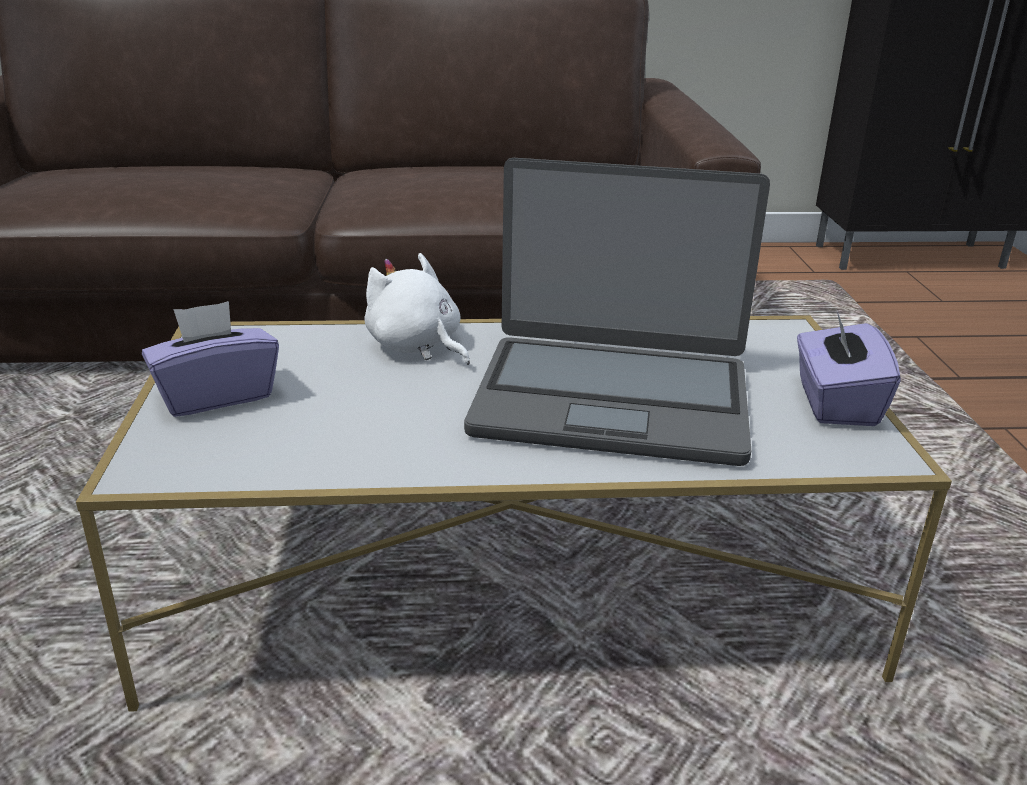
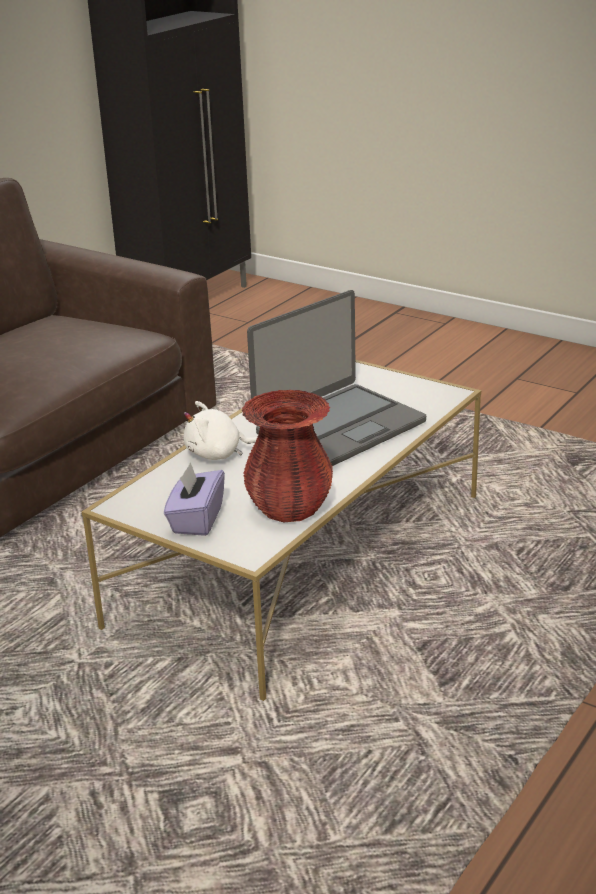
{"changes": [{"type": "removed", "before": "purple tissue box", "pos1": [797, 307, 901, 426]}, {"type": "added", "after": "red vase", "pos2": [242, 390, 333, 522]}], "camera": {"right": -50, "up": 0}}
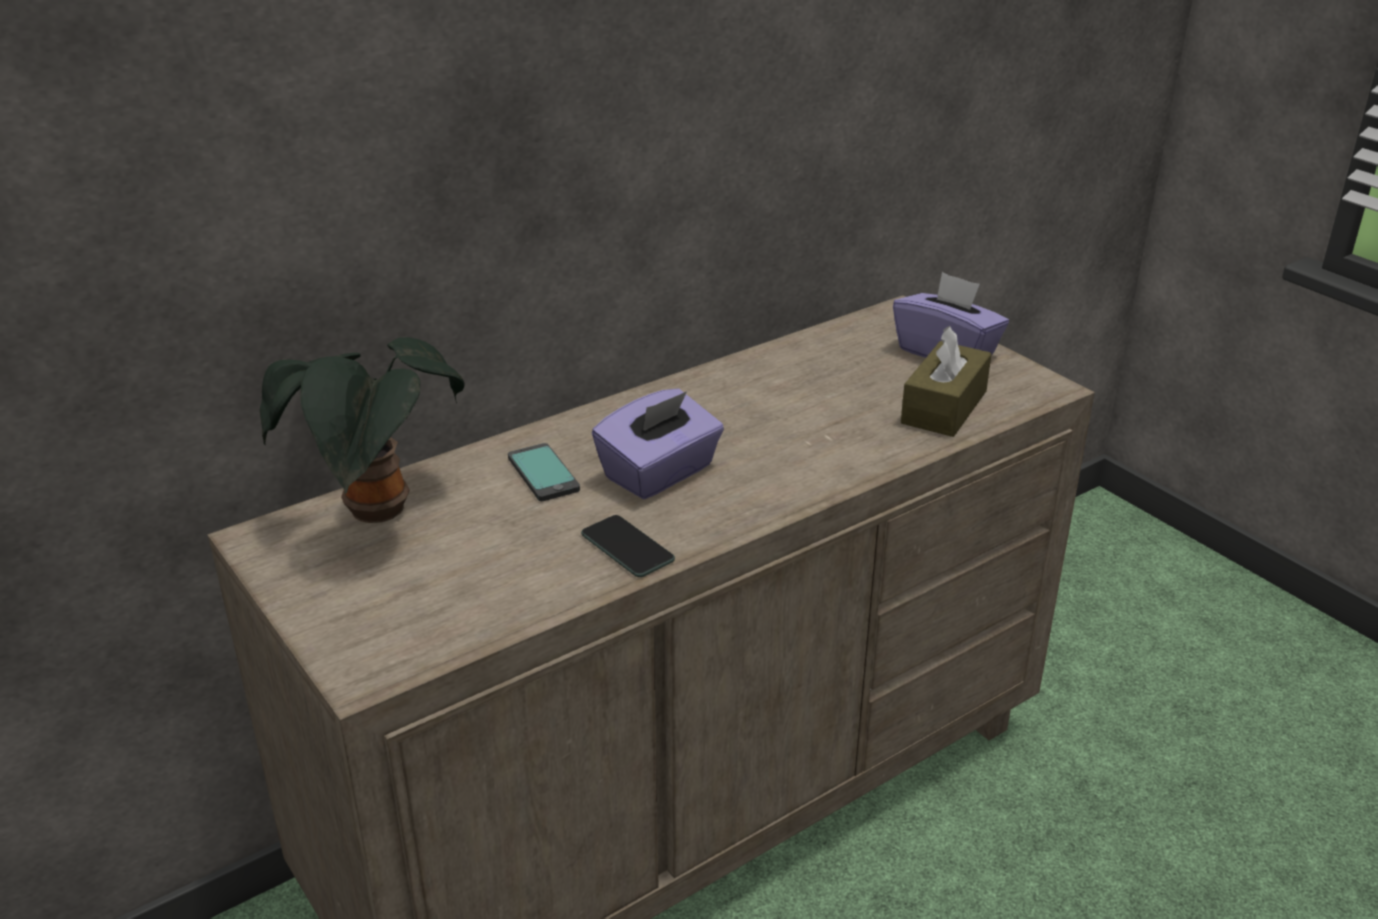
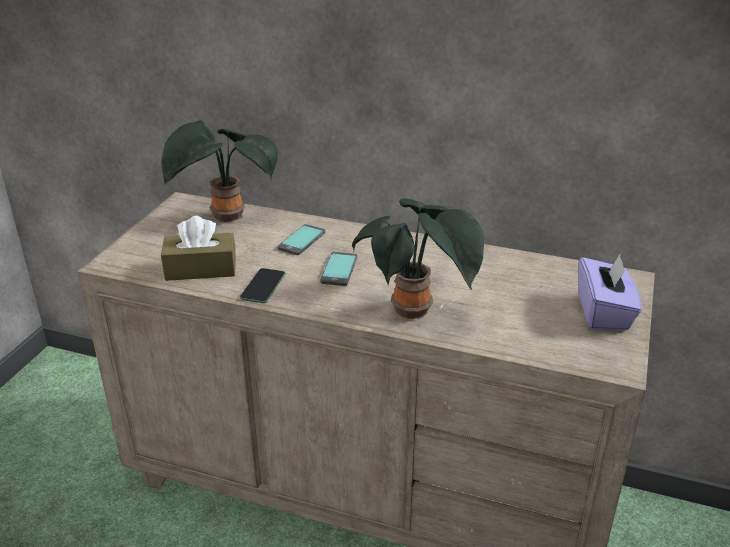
{"changes": [{"type": "replaced", "before": "purple tissue box", "after": "phone", "pos1": [592, 388, 724, 499], "pos2": [320, 252, 357, 286]}, {"type": "moved", "before": "brown tissue box", "pos1": [901, 326, 991, 437], "pos2": [161, 216, 236, 281]}, {"type": "added", "after": "potted plant", "pos2": [352, 198, 484, 319]}], "camera": {"right": 55, "up": 0}}
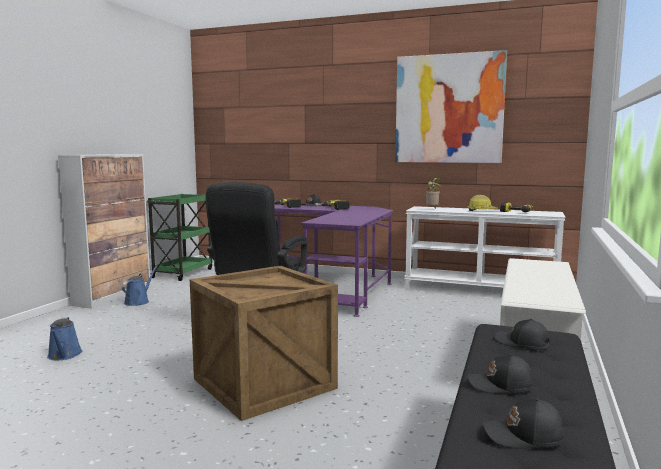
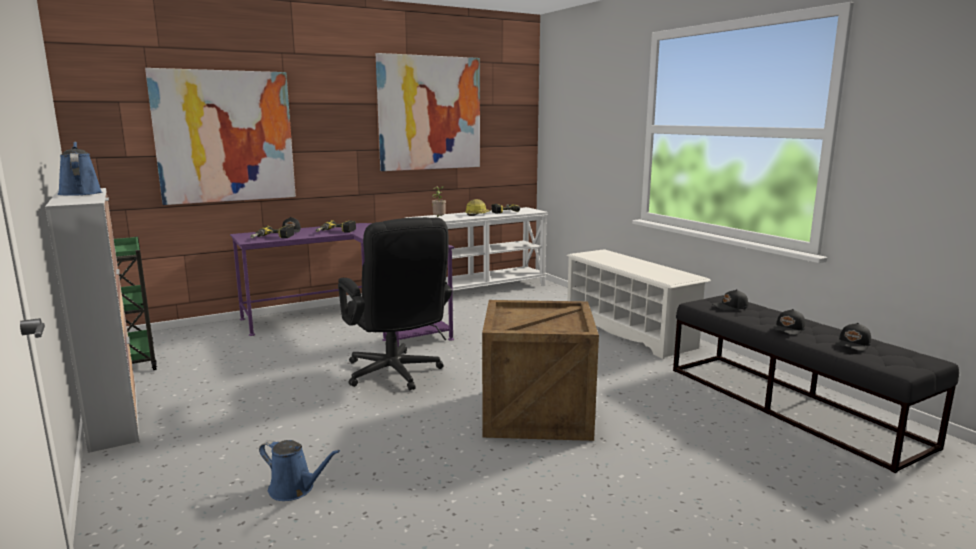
{"changes": [{"type": "moved", "before": "blue watering can", "pos1": [122, 266, 157, 306], "pos2": [57, 142, 103, 196]}, {"type": "added", "after": "picture", "pos2": [145, 68, 296, 205]}], "camera": {"right": -50, "up": 5}}
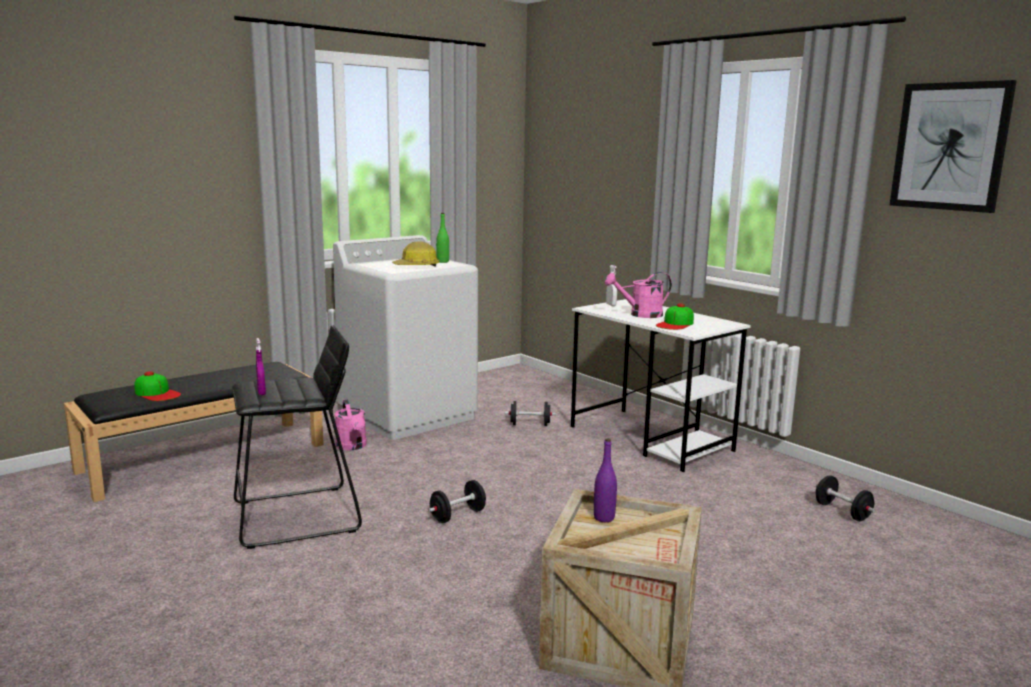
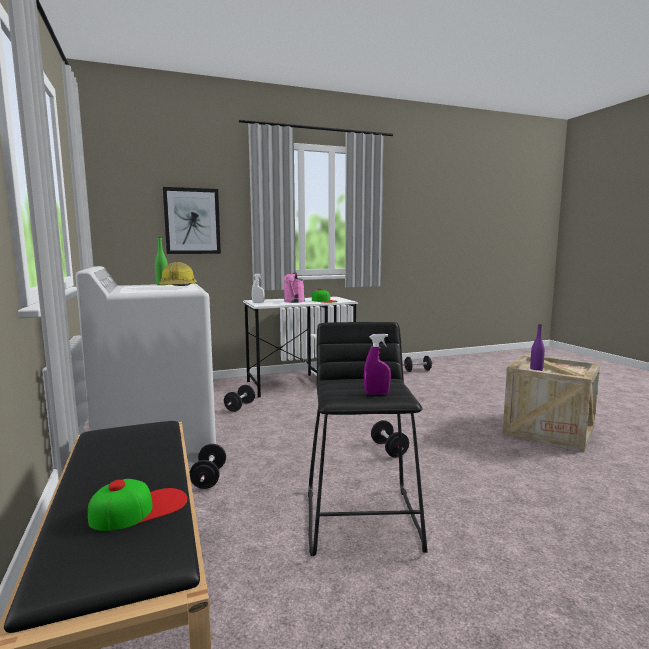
{"changes": [{"type": "replaced", "before": "pink watering can", "after": "black dumbbell", "pos1": [334, 399, 367, 450], "pos2": [189, 444, 226, 489]}, {"type": "moved", "before": "picture", "pos1": [890, 80, 1017, 213], "pos2": [163, 187, 221, 254]}], "camera": {"right": -70, "up": -5}}
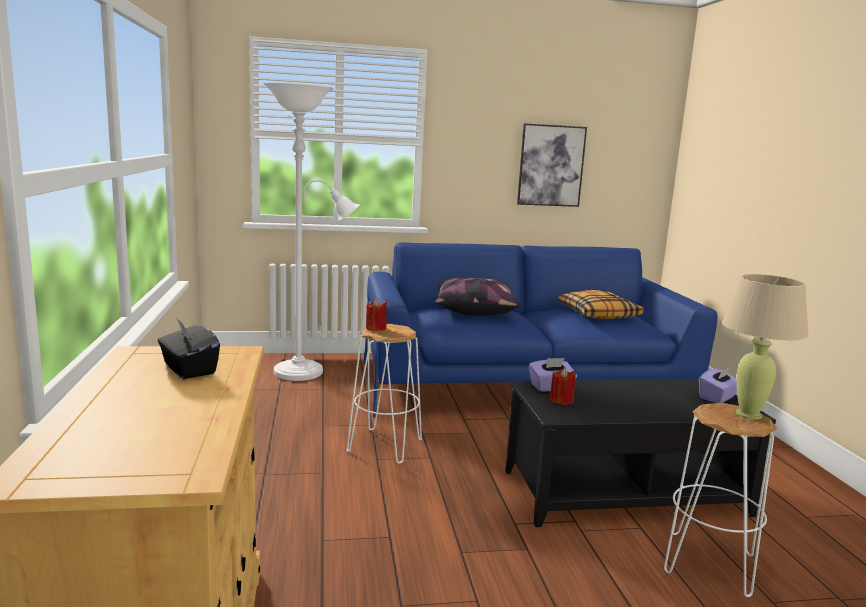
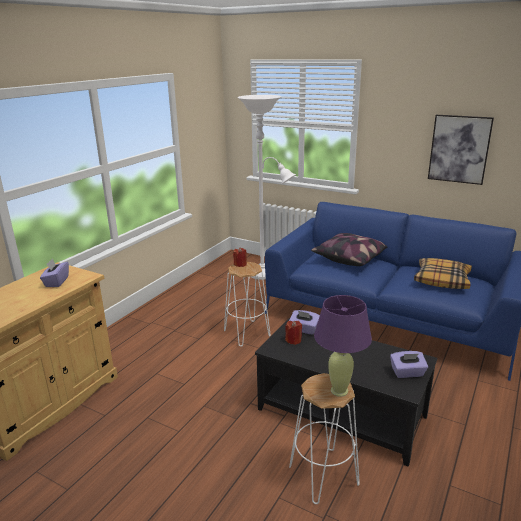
{"changes": [{"type": "recoloured", "before": "black tissue box", "after": "purple tissue box", "pos1": [158, 317, 220, 379], "pos2": [40, 258, 69, 287]}, {"type": "recoloured", "before": "beige table lamp", "after": "purple table lamp", "pos1": [722, 274, 809, 419], "pos2": [314, 295, 372, 397]}], "camera": {"right": 40, "up": 10}}
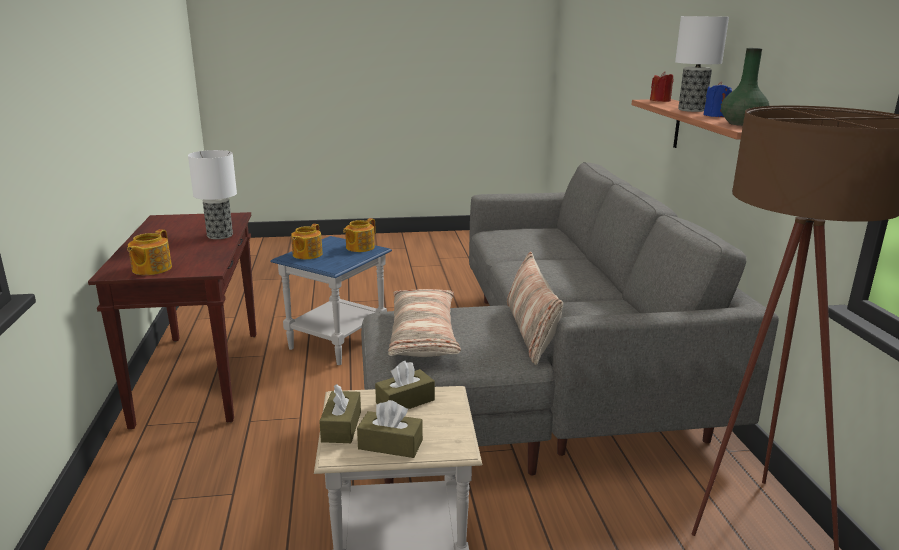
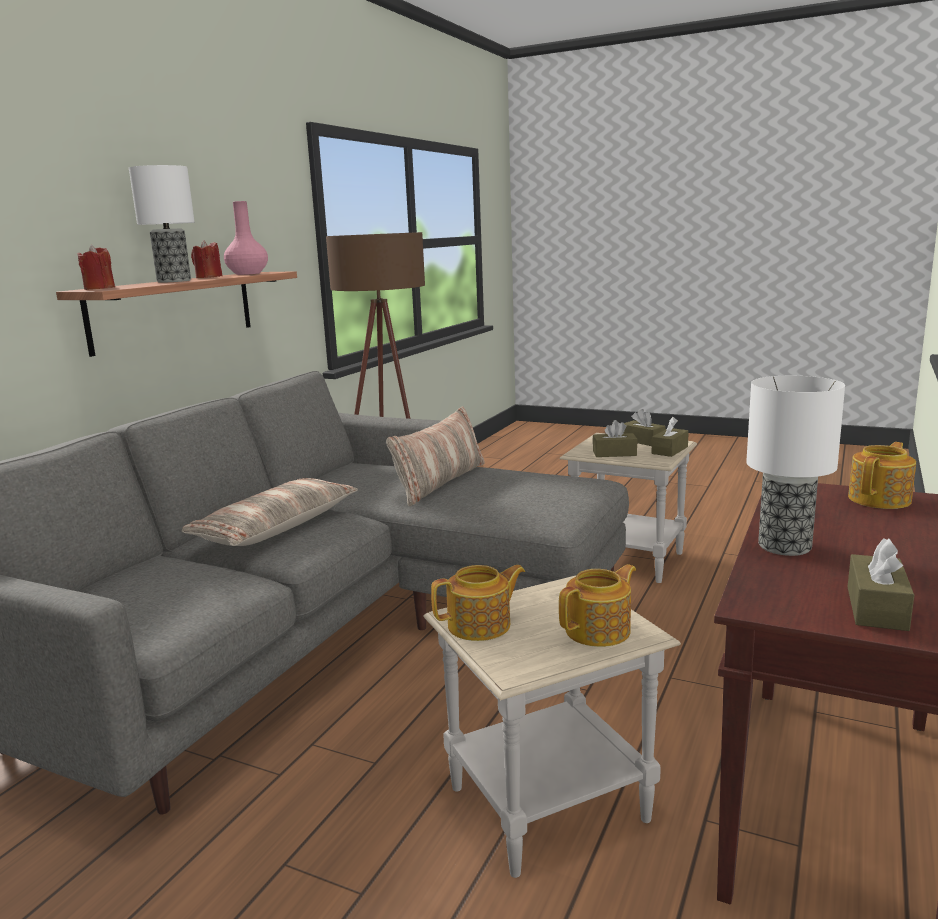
{"changes": [{"type": "recoloured", "before": "blue side table", "after": "beige side table", "pos1": [270, 236, 392, 365], "pos2": [424, 576, 681, 878]}, {"type": "moved", "before": "pillow", "pos1": [388, 289, 461, 357], "pos2": [182, 478, 358, 546]}, {"type": "recoloured", "before": "blue candle", "after": "red candle", "pos1": [703, 82, 732, 117], "pos2": [191, 240, 222, 278]}, {"type": "recoloured", "before": "green vase", "after": "pink vase", "pos1": [721, 48, 770, 126], "pos2": [224, 201, 268, 275]}, {"type": "added", "after": "brown tissue box", "pos2": [848, 538, 914, 631]}], "camera": {"right": -145, "up": -5}}
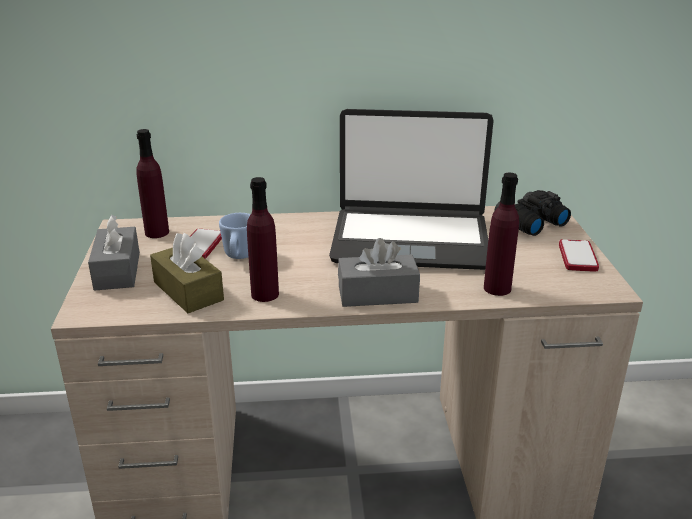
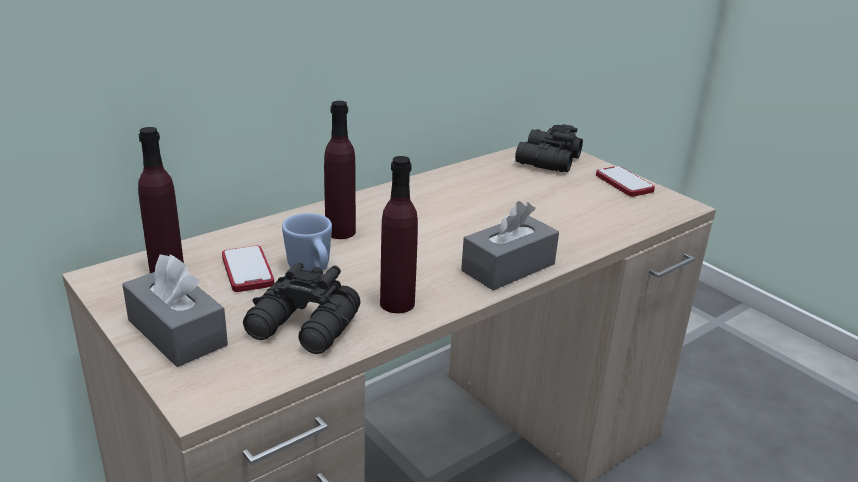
{"changes": [{"type": "replaced", "before": "brown tissue box", "after": "black binoculars", "pos1": [150, 233, 224, 313], "pos2": [243, 263, 360, 354]}, {"type": "removed", "before": "laptop", "pos1": [329, 109, 494, 270]}, {"type": "moved", "before": "purple bottle", "pos1": [484, 173, 519, 296], "pos2": [324, 101, 356, 239]}], "camera": {"right": -35, "up": 0}}
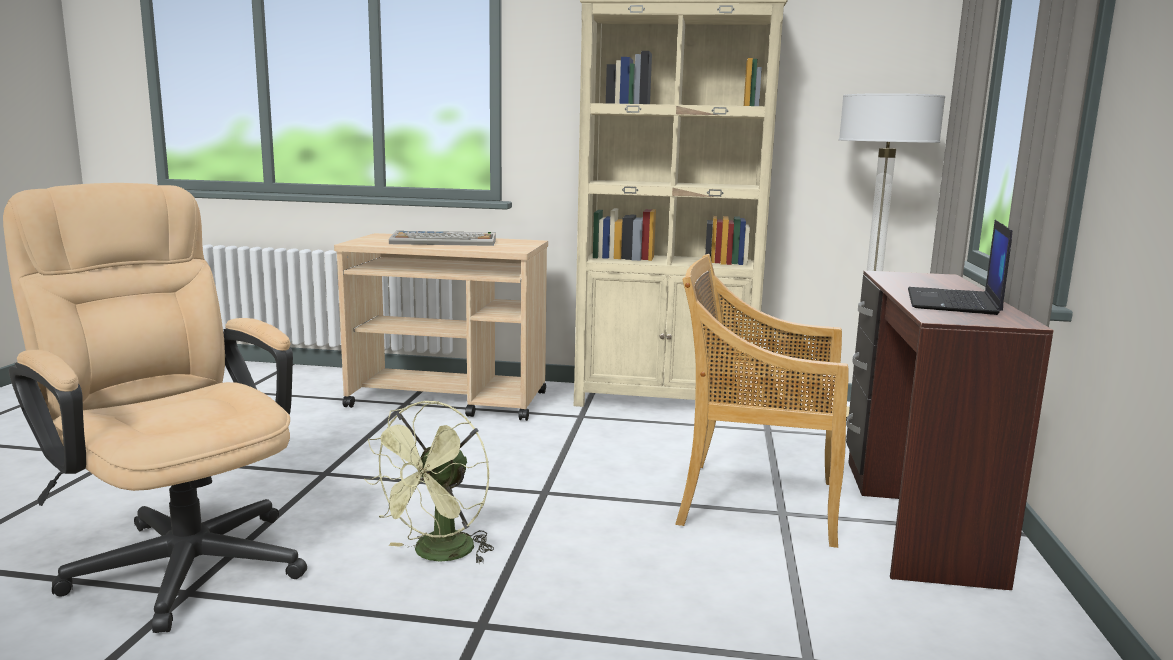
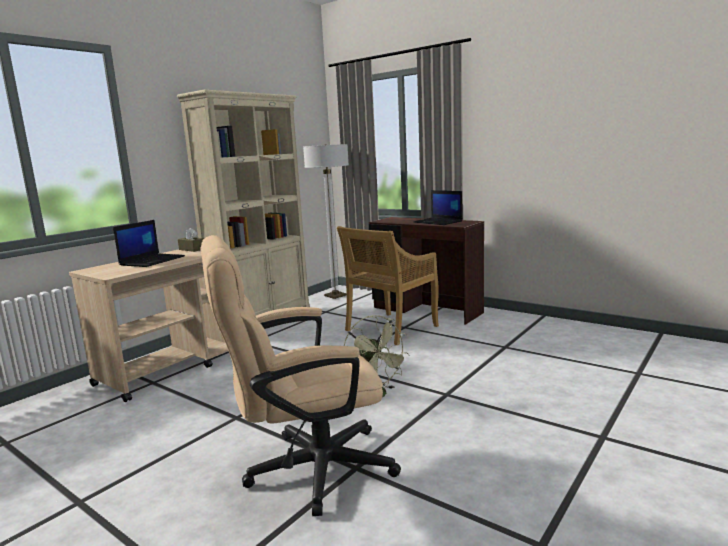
{"changes": [{"type": "replaced", "before": "keyboard", "after": "laptop", "pos1": [389, 231, 496, 246], "pos2": [113, 220, 185, 267]}, {"type": "added", "after": "brown tissue box", "pos2": [178, 228, 204, 252]}], "camera": {"right": -60, "up": 0}}
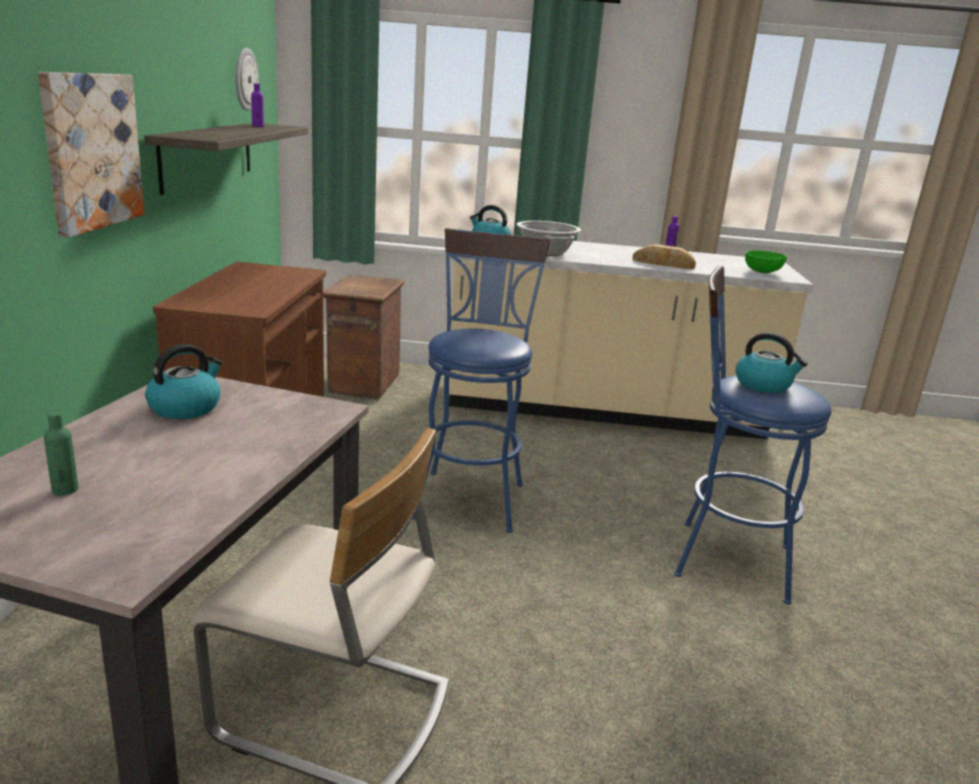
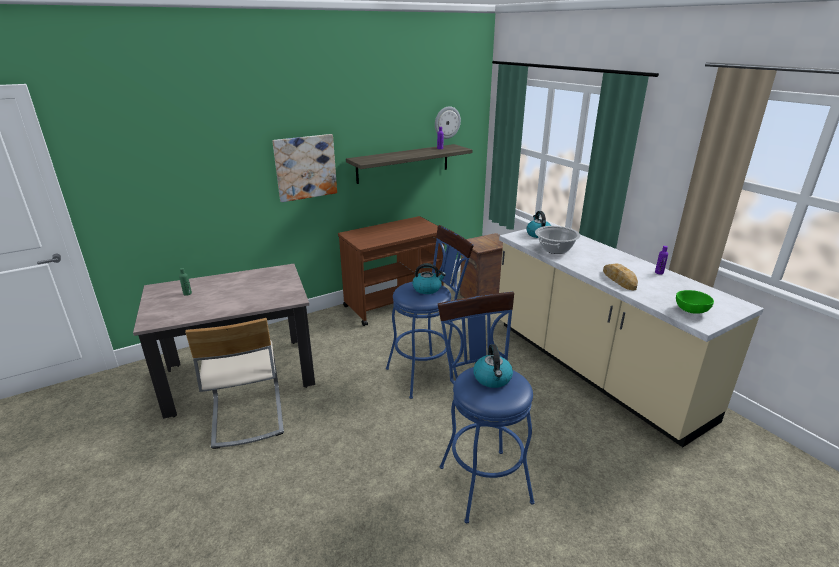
{"changes": [{"type": "moved", "before": "kettle", "pos1": [145, 344, 223, 419], "pos2": [412, 263, 446, 294]}], "camera": {"right": 55, "up": 5}}
